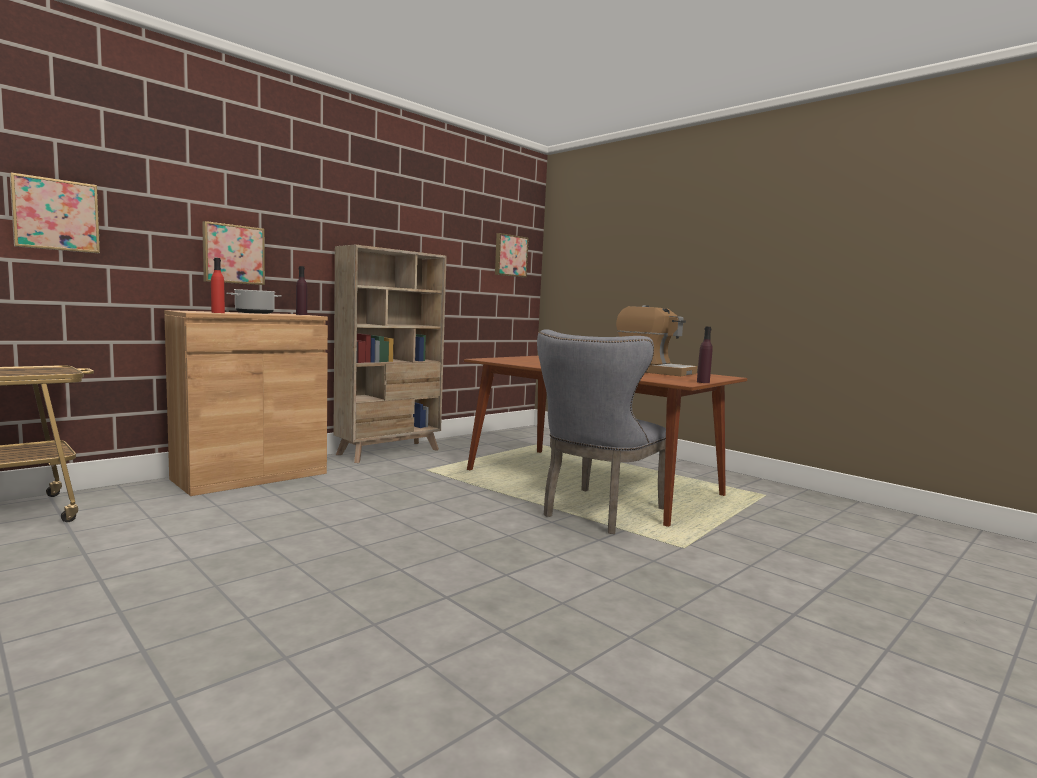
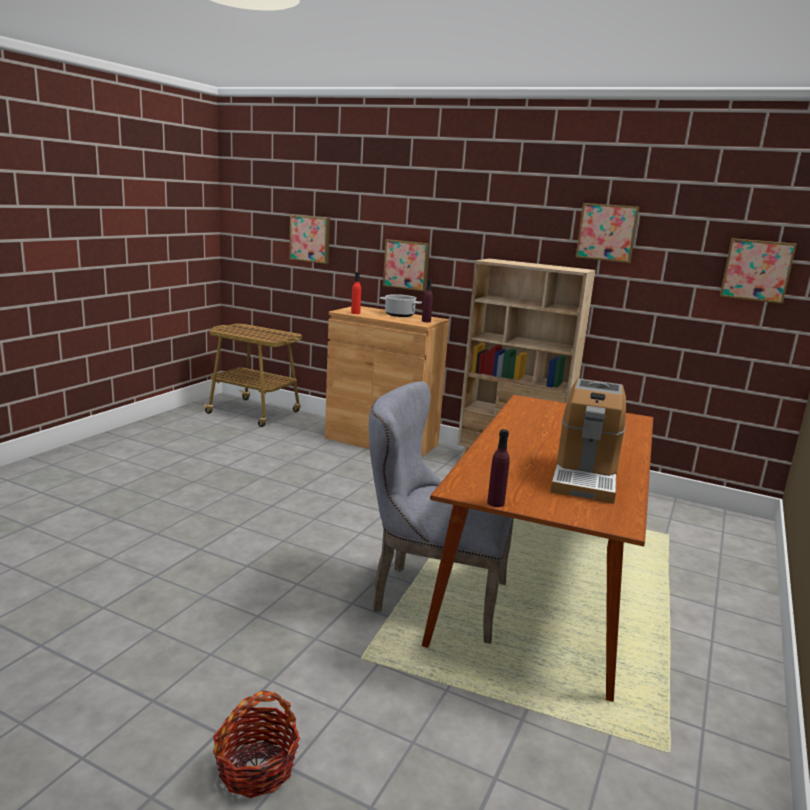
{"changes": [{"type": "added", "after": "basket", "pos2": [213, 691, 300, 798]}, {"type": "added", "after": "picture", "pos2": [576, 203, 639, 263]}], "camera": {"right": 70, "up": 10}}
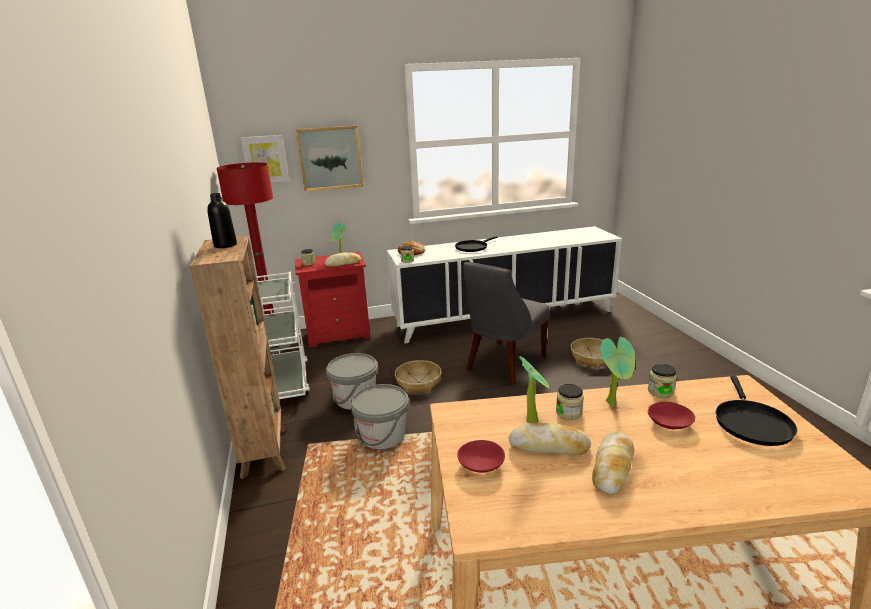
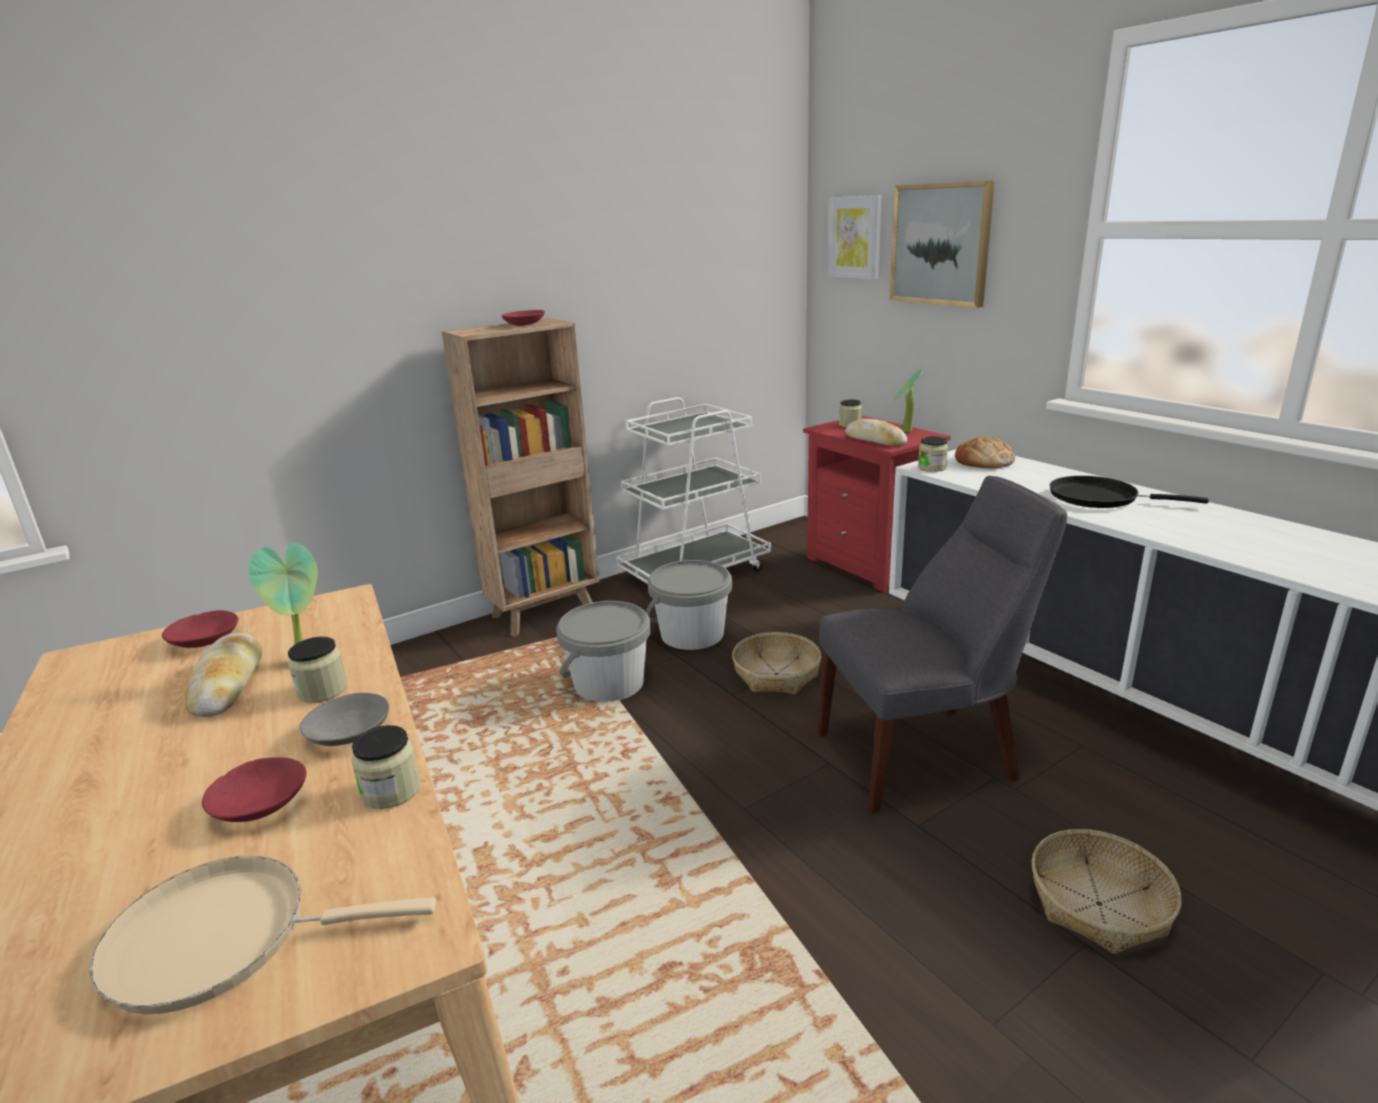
{"changes": [{"type": "replaced", "before": "black bottle", "after": "red bowl", "pos1": [207, 193, 237, 248], "pos2": [502, 310, 545, 326]}, {"type": "removed", "before": "red floor lamp", "pos1": [217, 162, 292, 355]}, {"type": "turned", "before": "grey chair", "pos1": [463, 262, 550, 385], "pos2": [818, 476, 1067, 814], "turn": 150}, {"type": "removed", "before": "bread", "pos1": [592, 431, 634, 495]}, {"type": "replaced", "before": "potted plant", "after": "grey bowl", "pos1": [600, 337, 635, 406], "pos2": [300, 693, 389, 746]}, {"type": "recoloured", "before": "black frying pan", "after": "beige frying pan", "pos1": [716, 376, 797, 446], "pos2": [90, 856, 436, 1014]}], "camera": {"right": 70, "up": 0}}
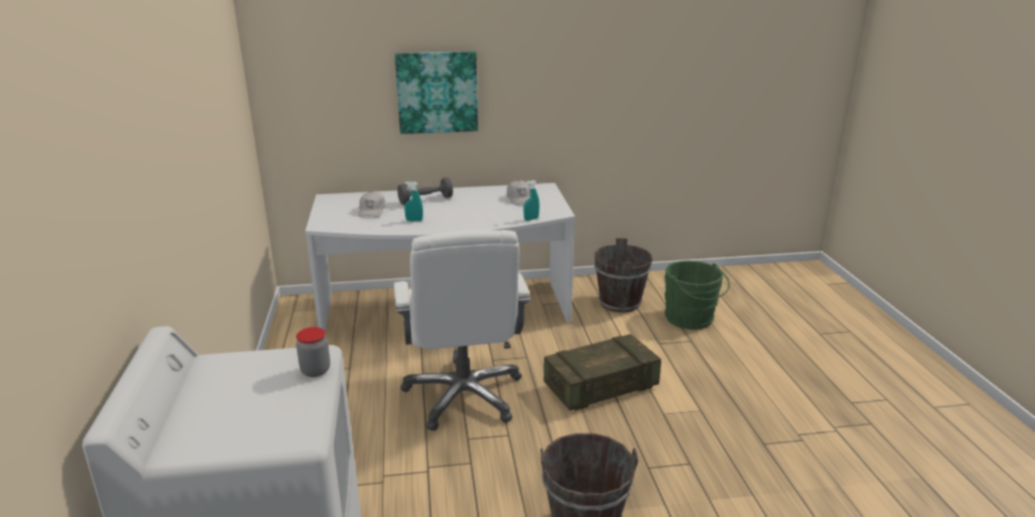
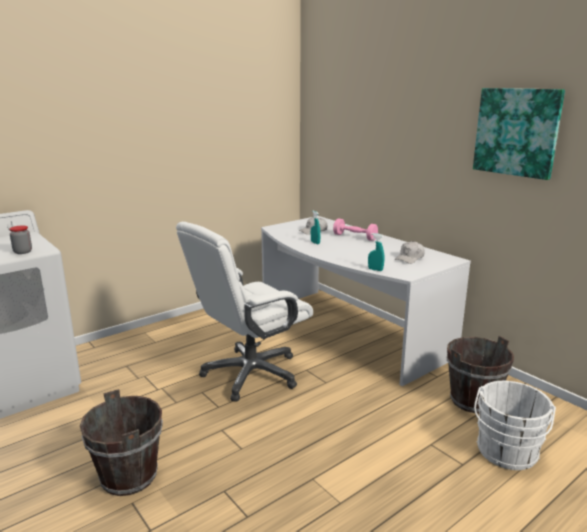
{"changes": [{"type": "moved", "before": "picture", "pos1": [395, 51, 478, 134], "pos2": [473, 88, 565, 180]}, {"type": "recoloured", "before": "grey dumbbell", "after": "pink dumbbell", "pos1": [398, 178, 453, 205], "pos2": [333, 219, 378, 241]}, {"type": "removed", "before": "crate", "pos1": [544, 334, 661, 411]}, {"type": "recoloured", "before": "green bucket", "after": "white bucket", "pos1": [664, 261, 730, 329], "pos2": [474, 381, 556, 470]}], "camera": {"right": 60, "up": -5}}
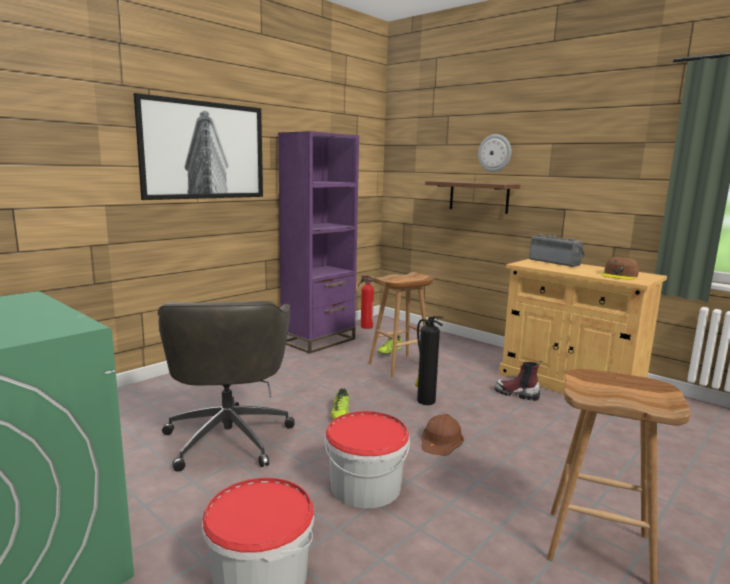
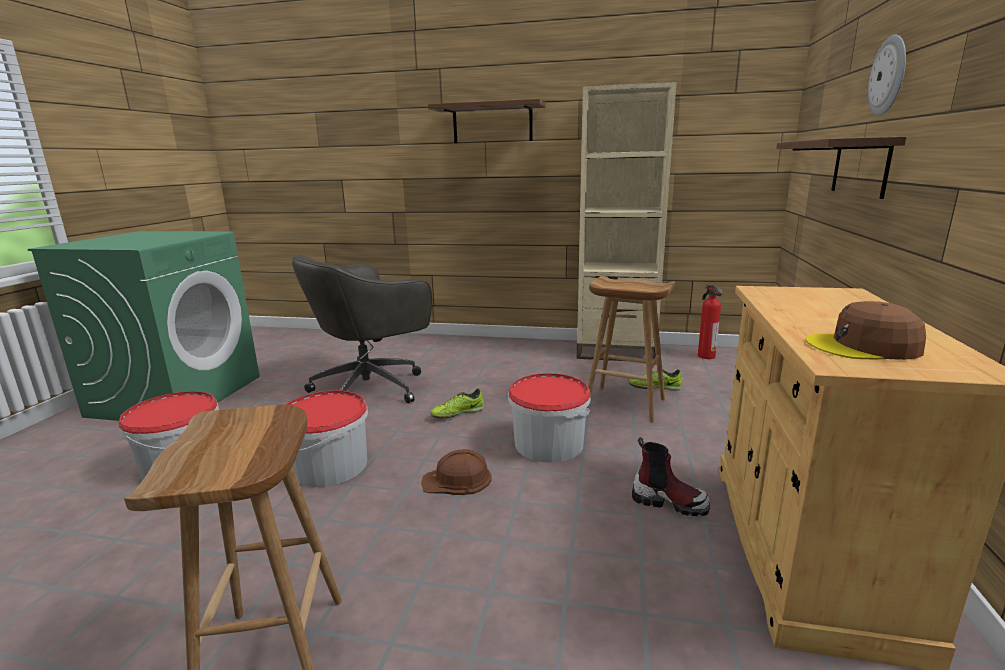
{"changes": [{"type": "replaced", "before": "picture", "after": "shelf", "pos1": [133, 93, 263, 200], "pos2": [428, 99, 546, 143]}, {"type": "recoloured", "before": "purple bookcase", "after": "beige bookcase", "pos1": [278, 131, 359, 354], "pos2": [577, 82, 677, 361]}, {"type": "replaced", "before": "fire extinguisher", "after": "bucket", "pos1": [415, 316, 444, 405], "pos2": [508, 373, 590, 463]}, {"type": "turned", "before": "boot", "pos1": [495, 361, 542, 401], "pos2": [632, 437, 710, 516], "turn": 120}, {"type": "removed", "before": "radio", "pos1": [529, 234, 585, 267]}], "camera": {"right": 60, "up": 5}}
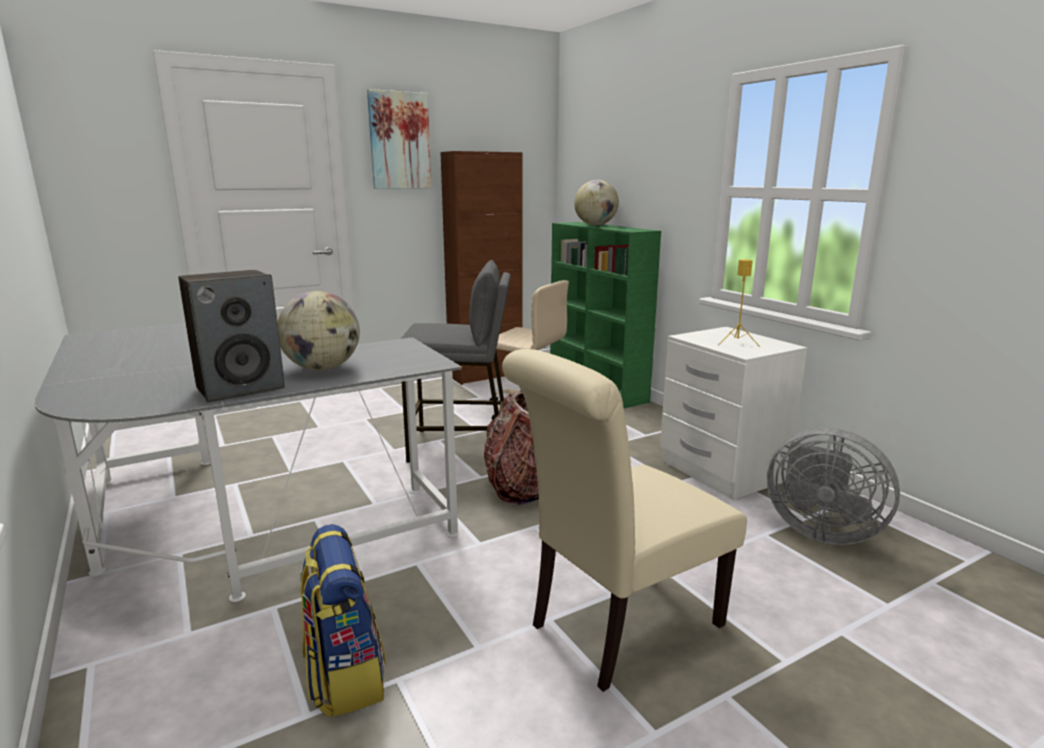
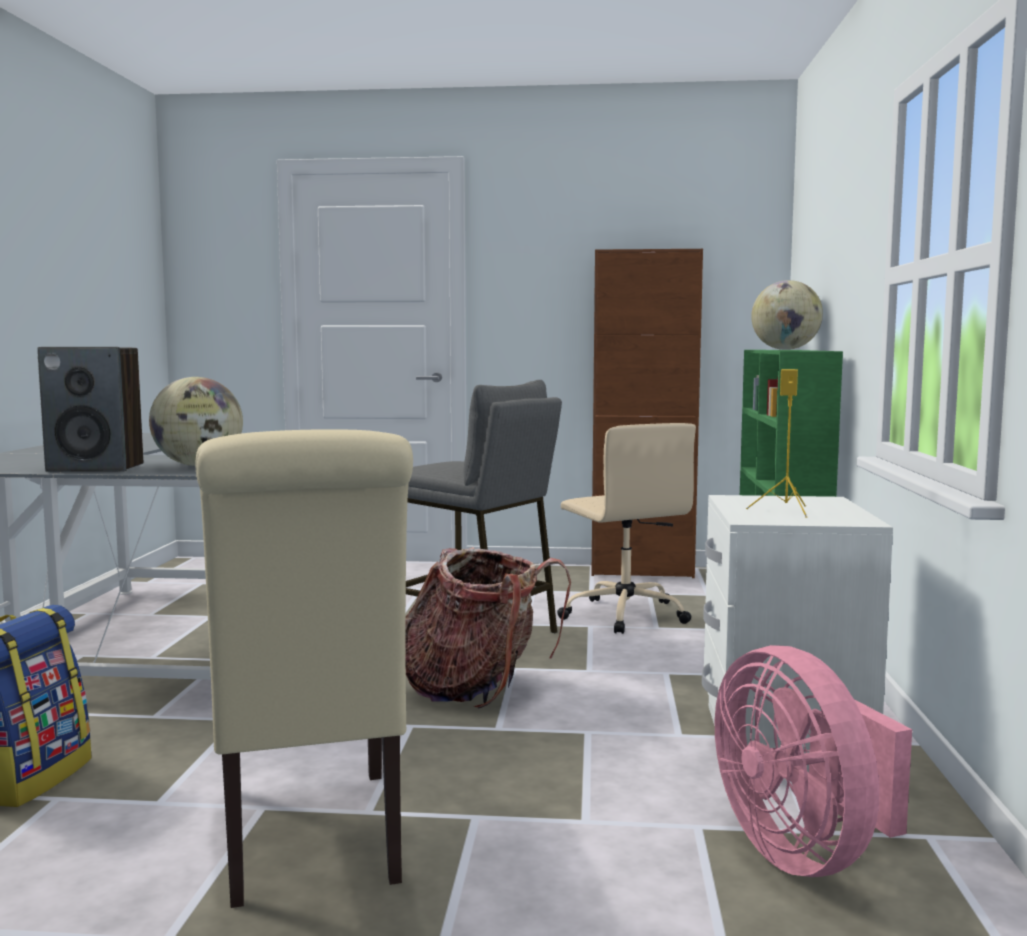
{"changes": [{"type": "removed", "before": "picture", "pos1": [367, 89, 431, 189]}, {"type": "turned", "before": "beige chair", "pos1": [502, 349, 747, 692], "pos2": [196, 429, 413, 908], "turn": -105}, {"type": "recoloured", "before": "grey fan", "after": "pink fan", "pos1": [767, 427, 900, 545], "pos2": [715, 645, 912, 877]}], "camera": {"right": 35, "up": -10}}
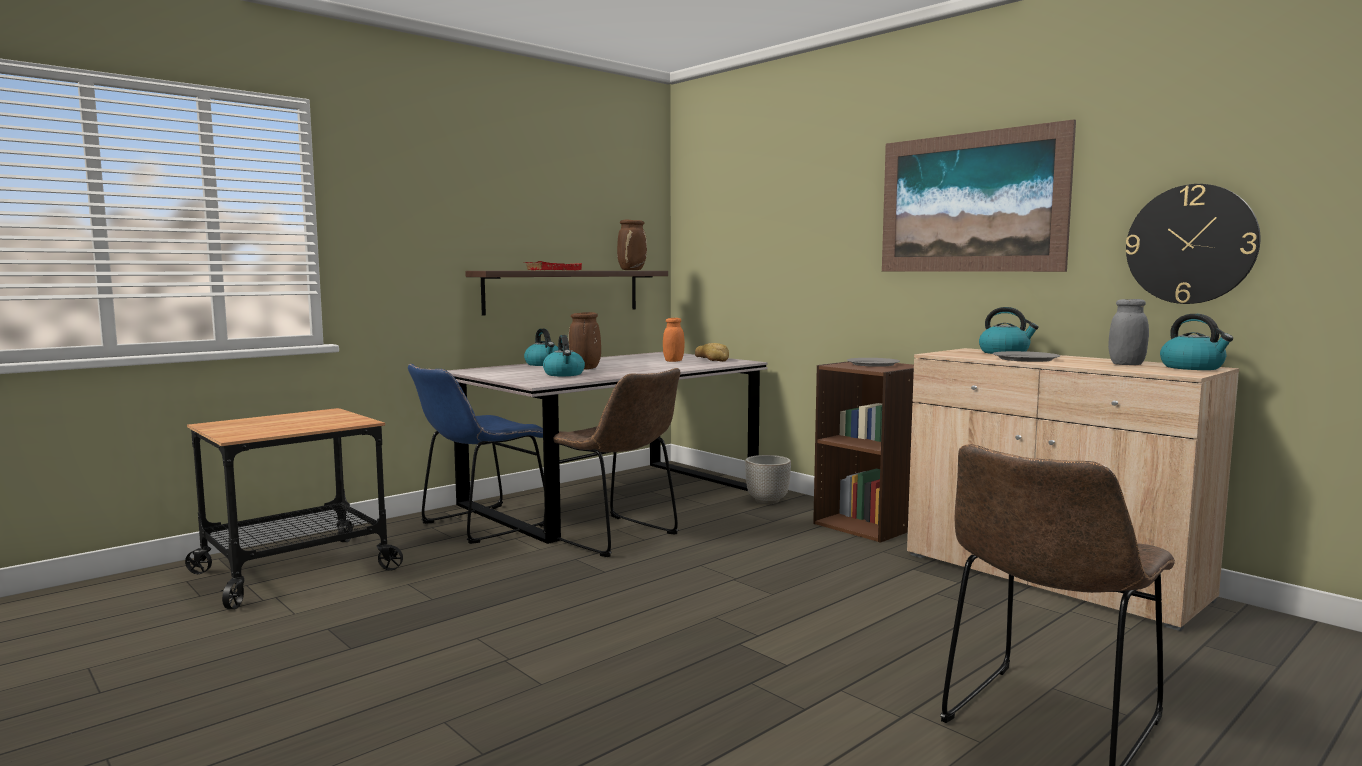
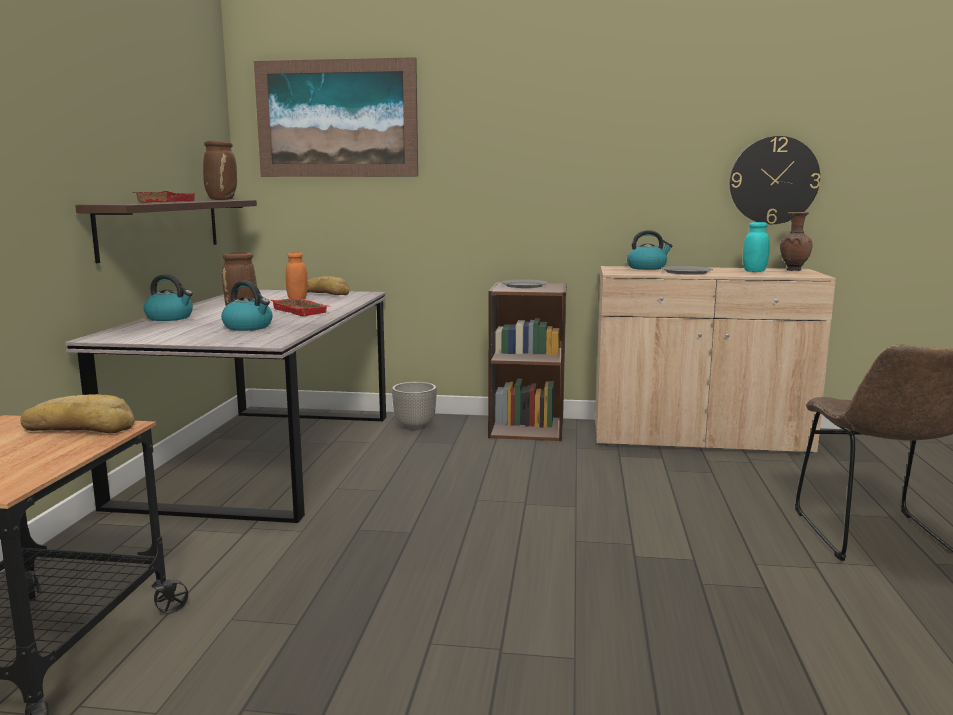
{"changes": [{"type": "removed", "before": "blue chair", "pos1": [408, 364, 544, 544]}, {"type": "removed", "before": "brown chair", "pos1": [543, 368, 680, 557]}, {"type": "moved", "before": "picture", "pos1": [882, 119, 1076, 272], "pos2": [254, 57, 418, 177]}, {"type": "recoloured", "before": "grey jar", "after": "turquoise jar", "pos1": [1108, 299, 1149, 365], "pos2": [743, 222, 770, 272]}, {"type": "replaced", "before": "kettle", "after": "brown vase", "pos1": [1160, 314, 1233, 370], "pos2": [780, 212, 813, 271]}, {"type": "added", "after": "bread", "pos2": [20, 394, 135, 433]}, {"type": "added", "after": "red tray", "pos2": [271, 298, 329, 316]}], "camera": {"right": -40, "up": 5}}
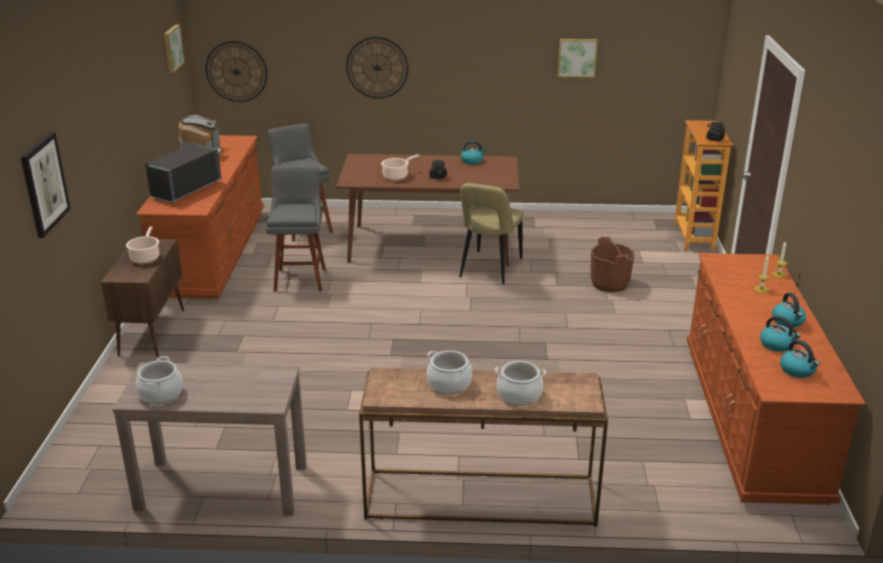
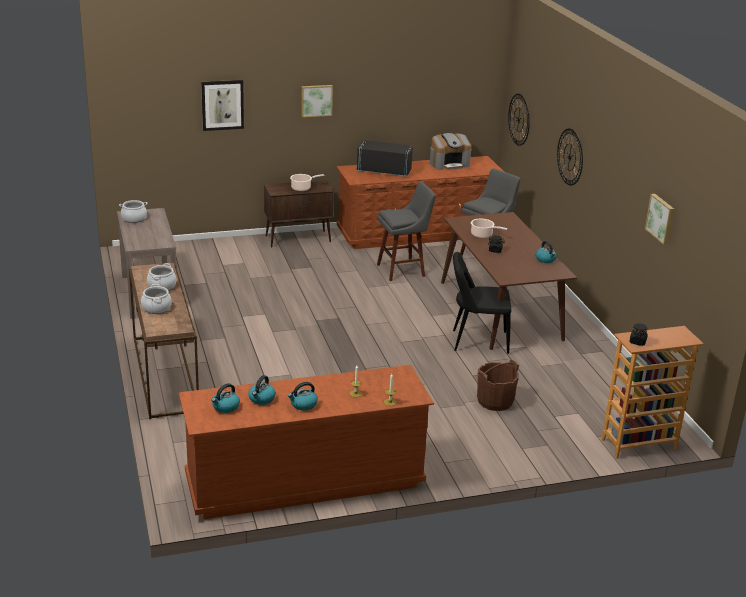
{"changes": [{"type": "moved", "before": "picture", "pos1": [164, 25, 185, 73], "pos2": [301, 85, 333, 117]}, {"type": "recoloured", "before": "beige chair", "after": "black chair", "pos1": [459, 183, 524, 284], "pos2": [453, 252, 512, 354]}], "camera": {"right": 70, "up": 0}}
